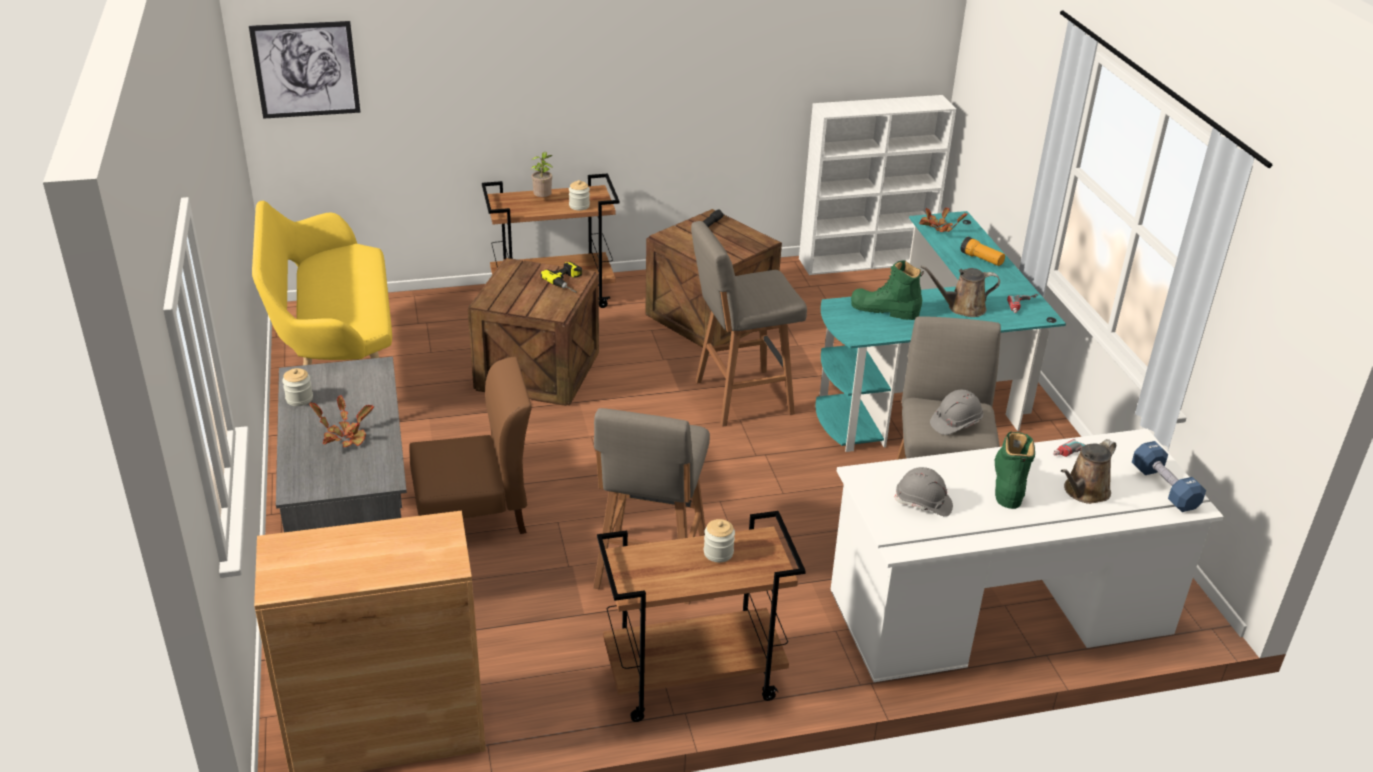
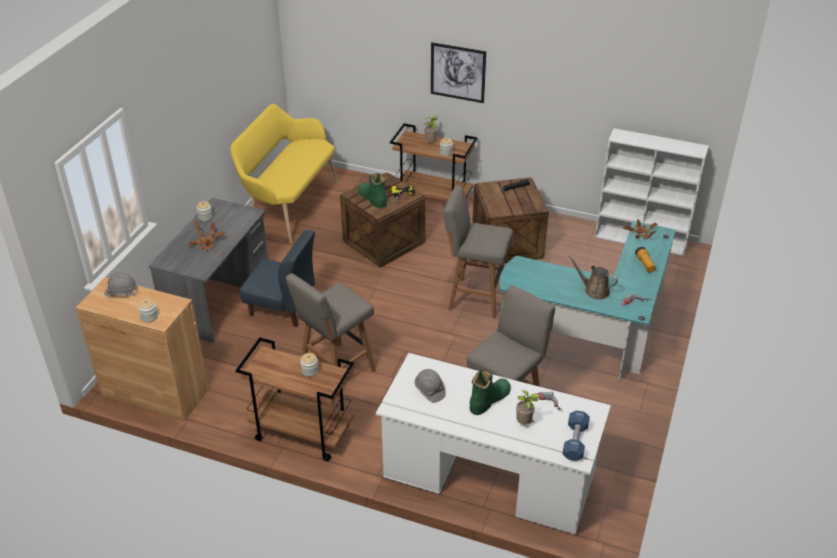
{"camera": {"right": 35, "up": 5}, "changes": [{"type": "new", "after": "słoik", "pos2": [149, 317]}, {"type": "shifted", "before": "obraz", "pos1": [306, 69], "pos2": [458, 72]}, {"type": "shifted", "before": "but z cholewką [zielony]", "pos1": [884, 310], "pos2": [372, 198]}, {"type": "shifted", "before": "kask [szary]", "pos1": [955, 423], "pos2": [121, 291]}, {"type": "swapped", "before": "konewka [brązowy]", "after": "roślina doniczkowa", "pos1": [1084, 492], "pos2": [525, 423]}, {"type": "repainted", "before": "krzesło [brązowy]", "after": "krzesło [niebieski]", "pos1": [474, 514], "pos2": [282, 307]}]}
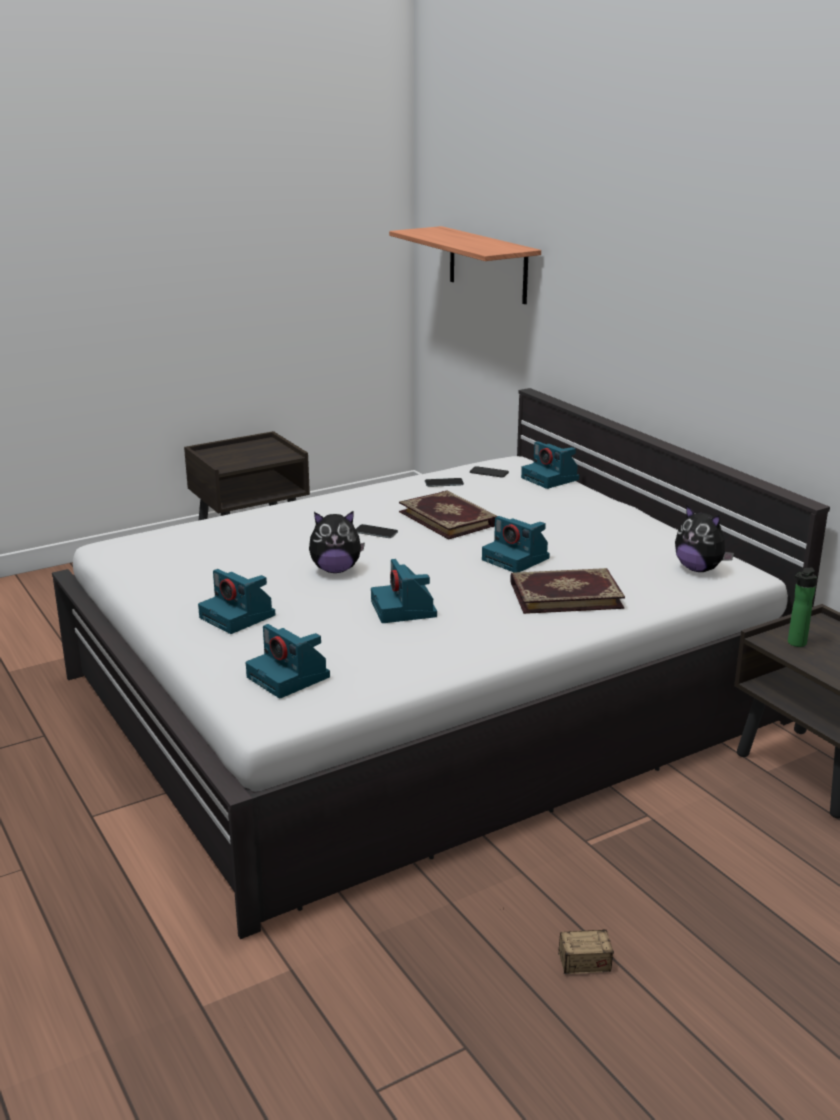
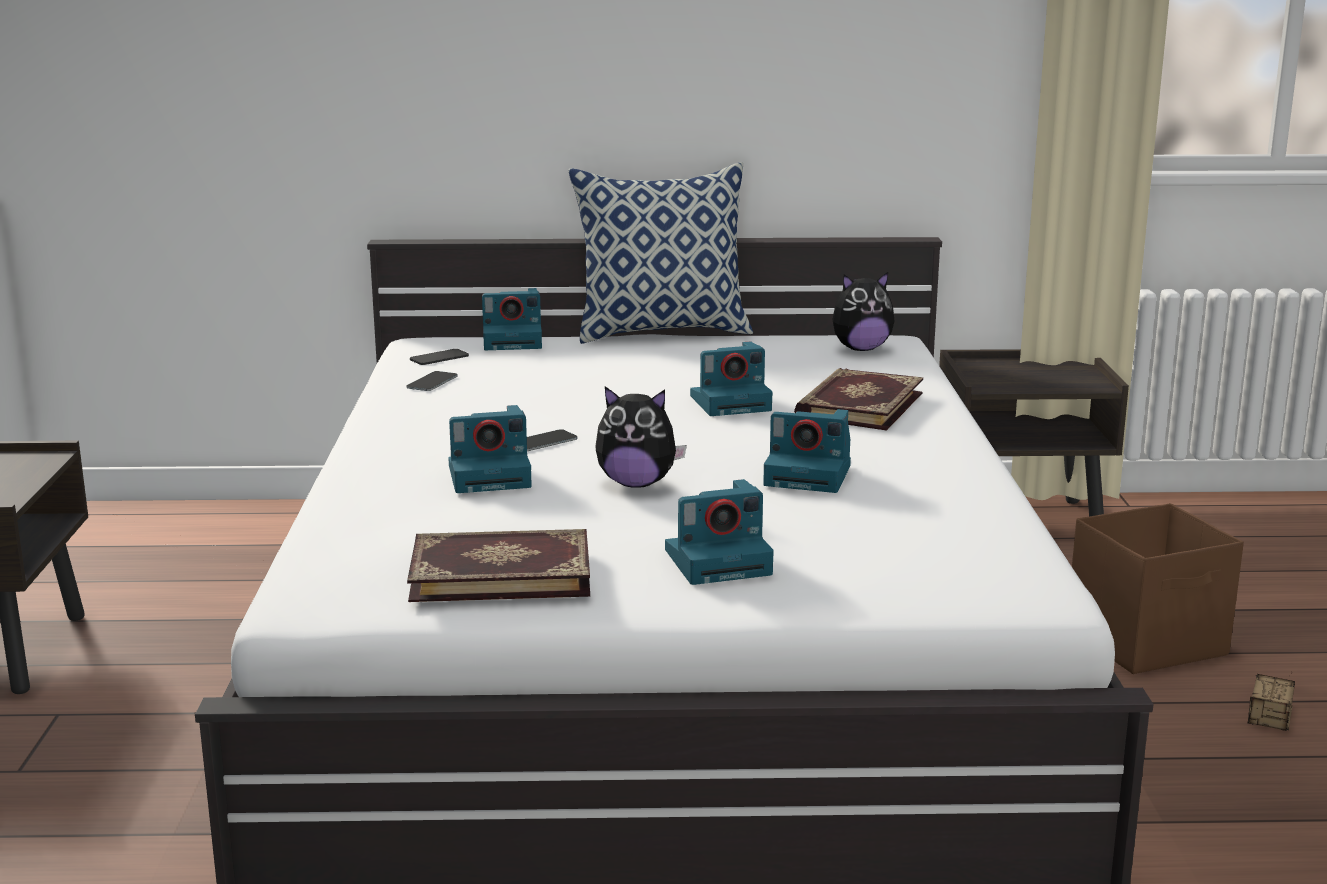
{"camera": {"right": -60, "up": -5}, "changes": [{"type": "gone", "before": "półka", "pos1": [488, 265]}, {"type": "gone", "before": "butelka", "pos1": [795, 644]}, {"type": "new", "after": "poduszka", "pos2": [662, 331]}, {"type": "new", "after": "pojemnik do przechowywania [brązowy]", "pos2": [1148, 642]}, {"type": "shifted", "before": "aparat fotograficzny", "pos1": [290, 677], "pos2": [491, 476]}, {"type": "shifted", "before": "książka", "pos1": [449, 518], "pos2": [501, 571]}, {"type": "rotated", "before": "pluszak", "pos1": [335, 570], "pos2": [637, 483], "turn": 75}]}
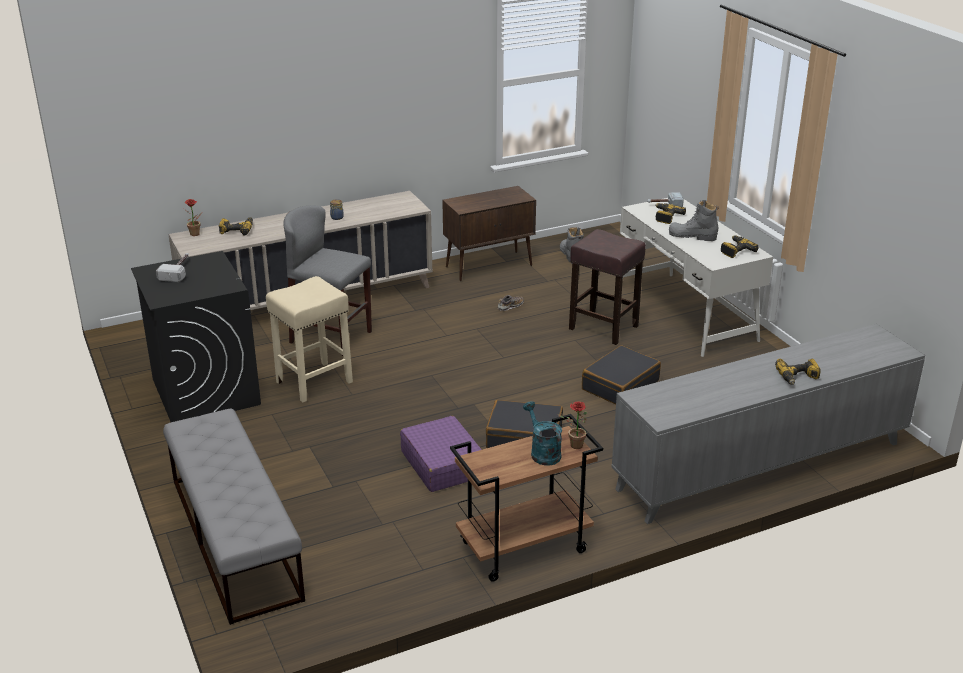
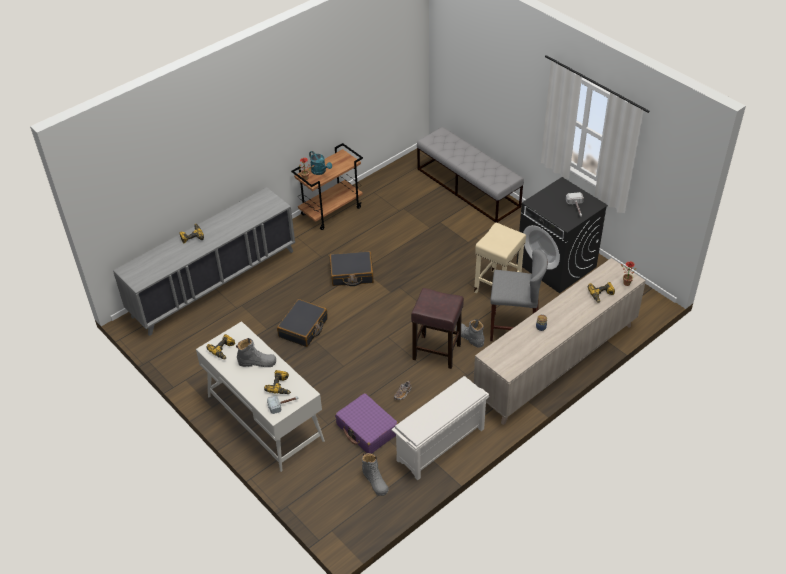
{"camera": {"right": 165, "up": 15}, "changes": [{"type": "new", "after": "but z cholewką [szary]", "pos2": [469, 337]}, {"type": "shifted", "before": "walizka [fioletowy]", "pos1": [443, 464], "pos2": [367, 429]}, {"type": "shifted", "before": "stołek [brązowy]", "pos1": [602, 327], "pos2": [437, 352]}, {"type": "swapped", "before": "szafka [brązowy]", "after": "regał na buty [biały]", "pos1": [489, 266], "pos2": [440, 445]}]}
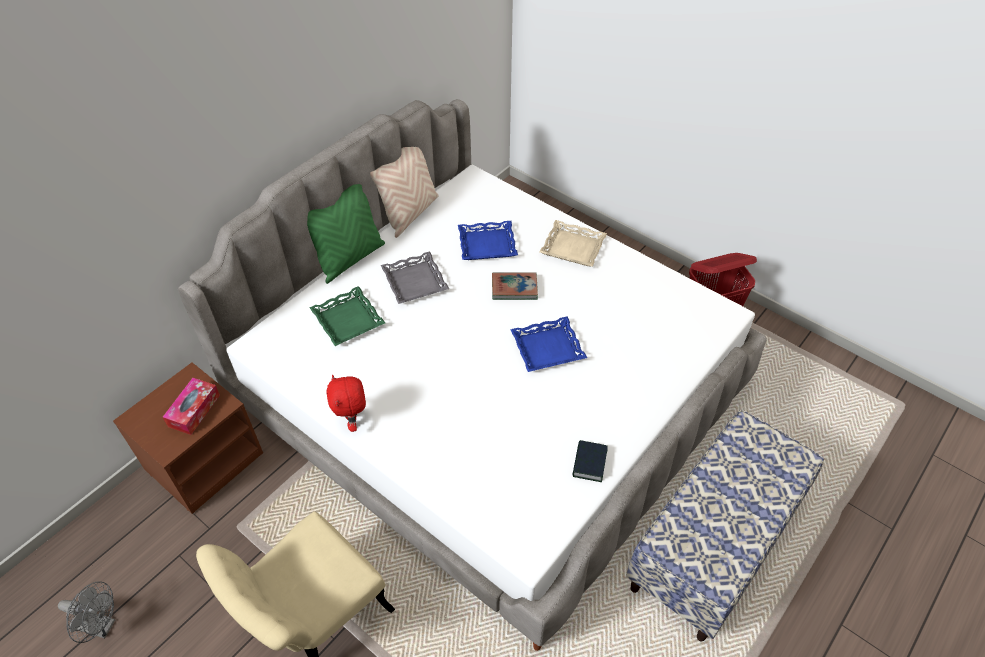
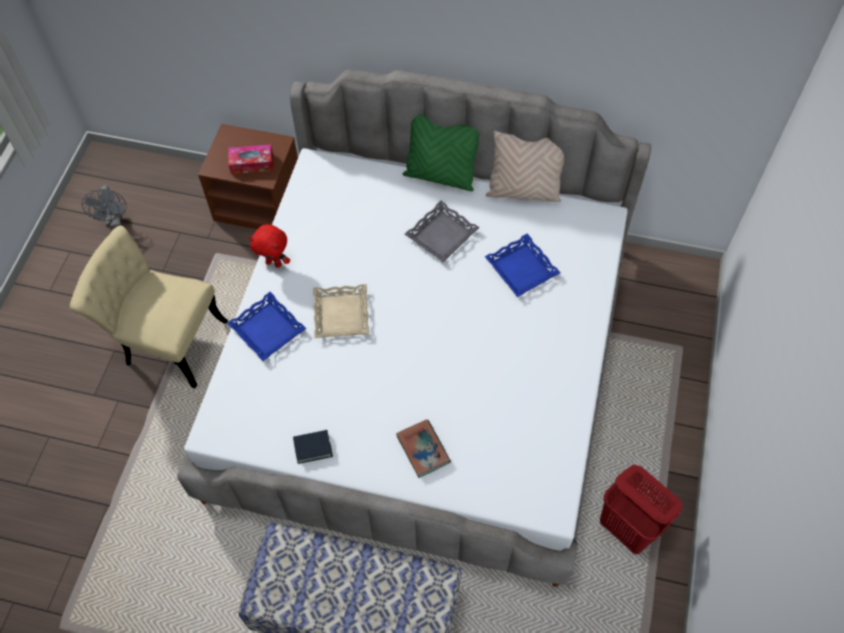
{"camera": {"right": 65, "up": 10}, "changes": [{"type": "gone", "before": "taca [zielony]", "pos1": [348, 320]}, {"type": "shifted", "before": "książka", "pos1": [514, 288], "pos2": [423, 449]}, {"type": "shifted", "before": "taca [niebieski]", "pos1": [547, 349], "pos2": [267, 329]}, {"type": "shifted", "before": "taca [beżowy]", "pos1": [572, 248], "pos2": [340, 314]}, {"type": "rotated", "before": "pluszak [czerwony]", "pos1": [353, 421], "pos2": [274, 263], "turn": -120}]}
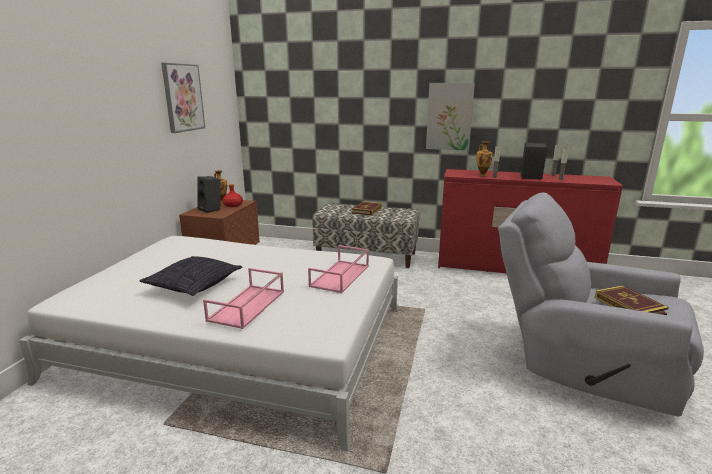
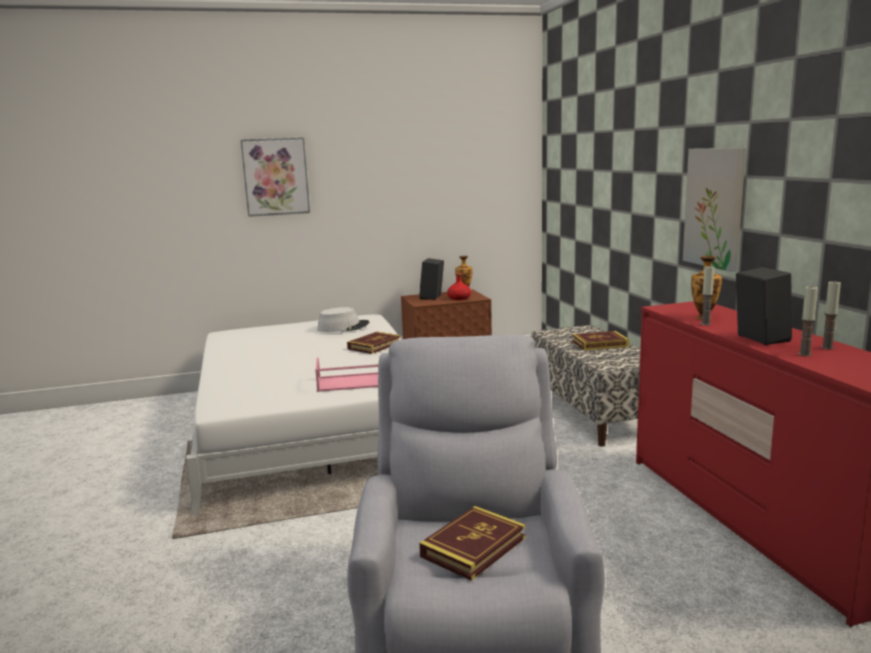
{"camera": {"right": 60, "up": -5}, "changes": [{"type": "gone", "before": "poduszka", "pos1": [194, 285]}, {"type": "gone", "before": "taca [różowy]", "pos1": [247, 306]}, {"type": "new", "after": "kapelusz [szary]", "pos2": [343, 327]}, {"type": "new", "after": "książka", "pos2": [374, 346]}, {"type": "shifted", "before": "obraz", "pos1": [183, 97], "pos2": [275, 177]}]}
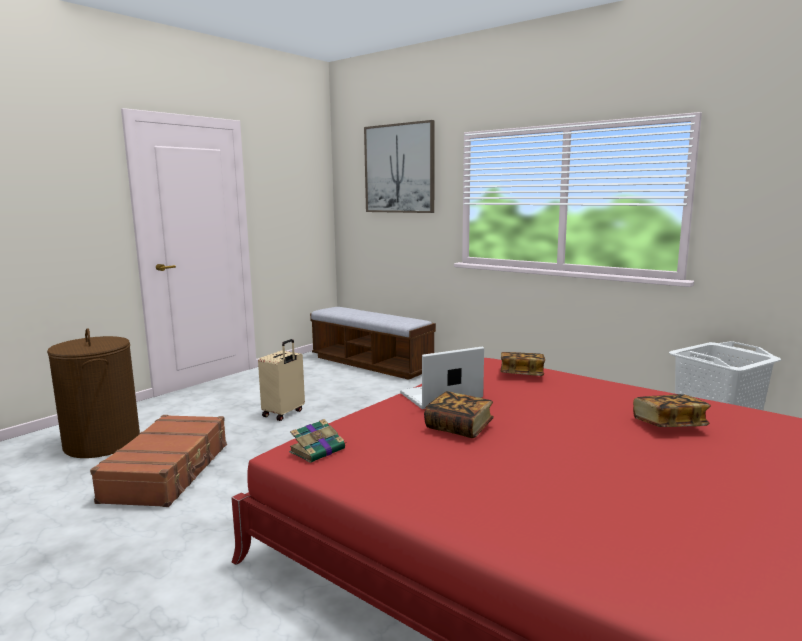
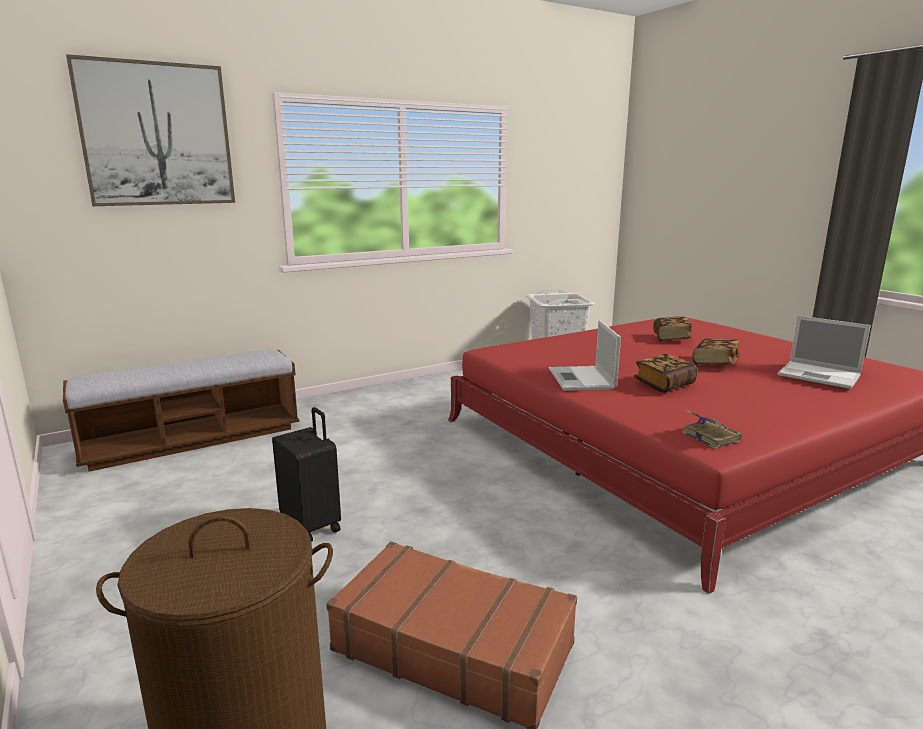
{"camera": {"right": -70, "up": 5}, "changes": [{"type": "new", "after": "laptop", "pos2": [820, 375]}, {"type": "shifted", "before": "książka", "pos1": [521, 374], "pos2": [714, 363]}, {"type": "repainted", "before": "walizka [beżowy]", "after": "walizka [czarny]", "pos1": [284, 413], "pos2": [312, 525]}]}
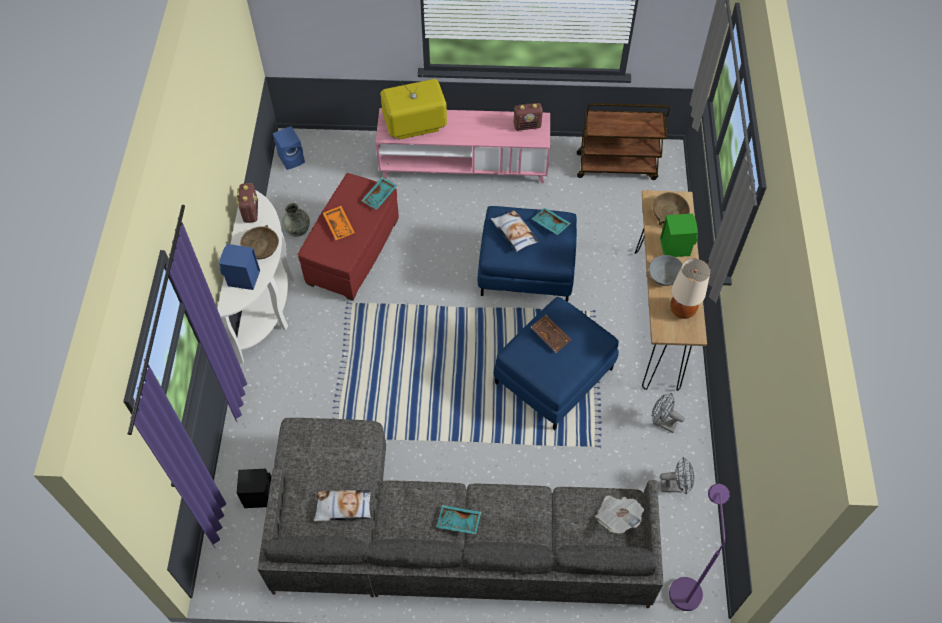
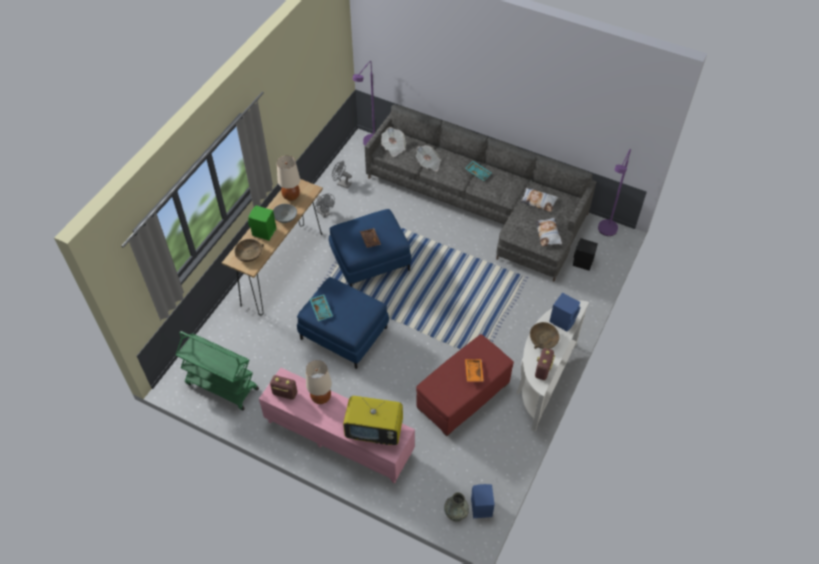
{"camera": {"right": -155, "up": -5}, "changes": [{"type": "gone", "before": "taca [turkusowy]", "pos1": [380, 196]}, {"type": "new", "after": "lampa stołowa [beżowy]", "pos2": [321, 397]}, {"type": "new", "after": "gazeta", "pos2": [428, 163]}, {"type": "new", "after": "lampa stojąca [fioletowy]", "pos2": [605, 232]}, {"type": "shifted", "before": "wazon [szary]", "pos1": [297, 227], "pos2": [456, 512]}, {"type": "shifted", "before": "poduszka", "pos1": [514, 233], "pos2": [548, 234]}, {"type": "repainted", "before": "wózek [brązowy]", "after": "wózek [zielony]", "pos1": [617, 166], "pos2": [221, 386]}]}
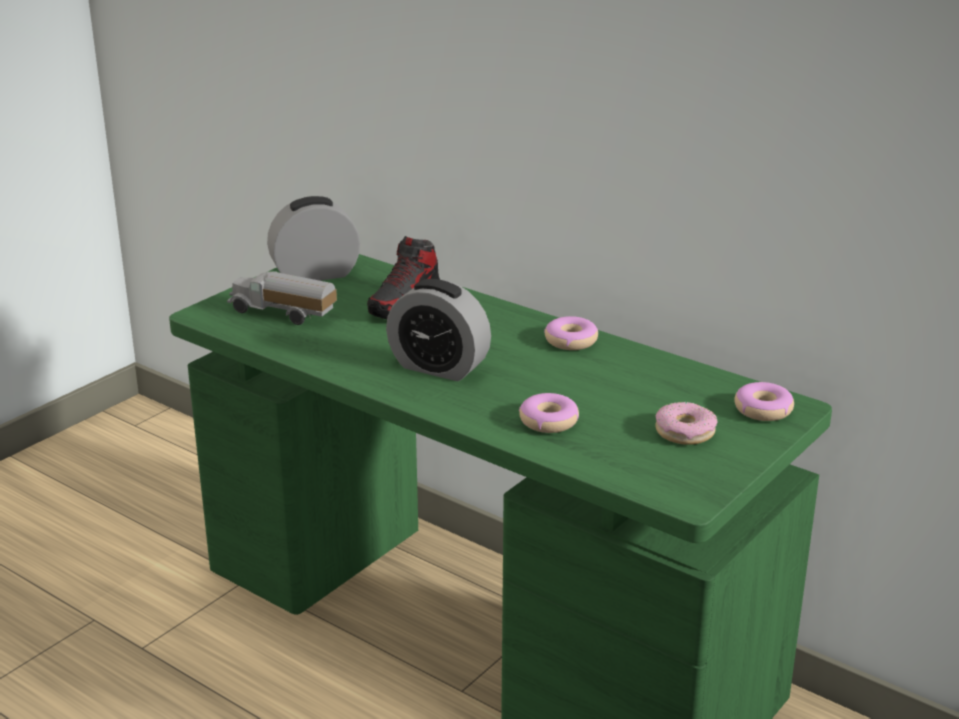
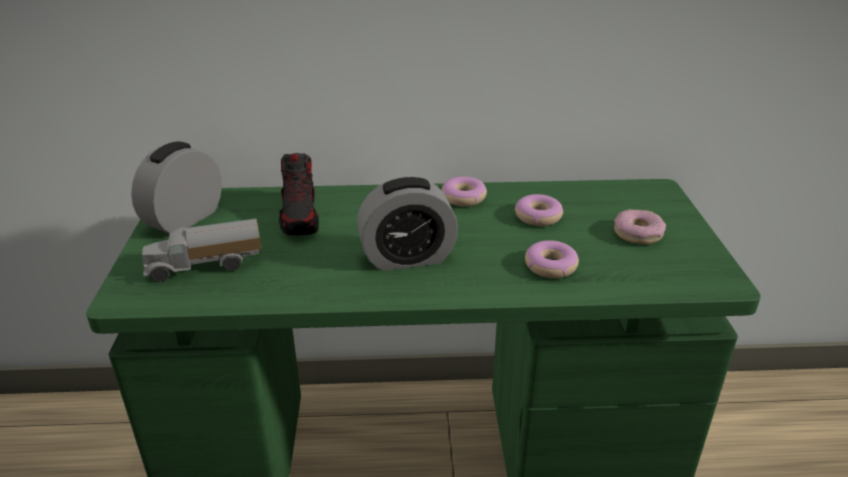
{"camera": {"right": -40, "up": 5}, "changes": [{"type": "shifted", "before": "donut", "pos1": [763, 409], "pos2": [538, 216]}]}
